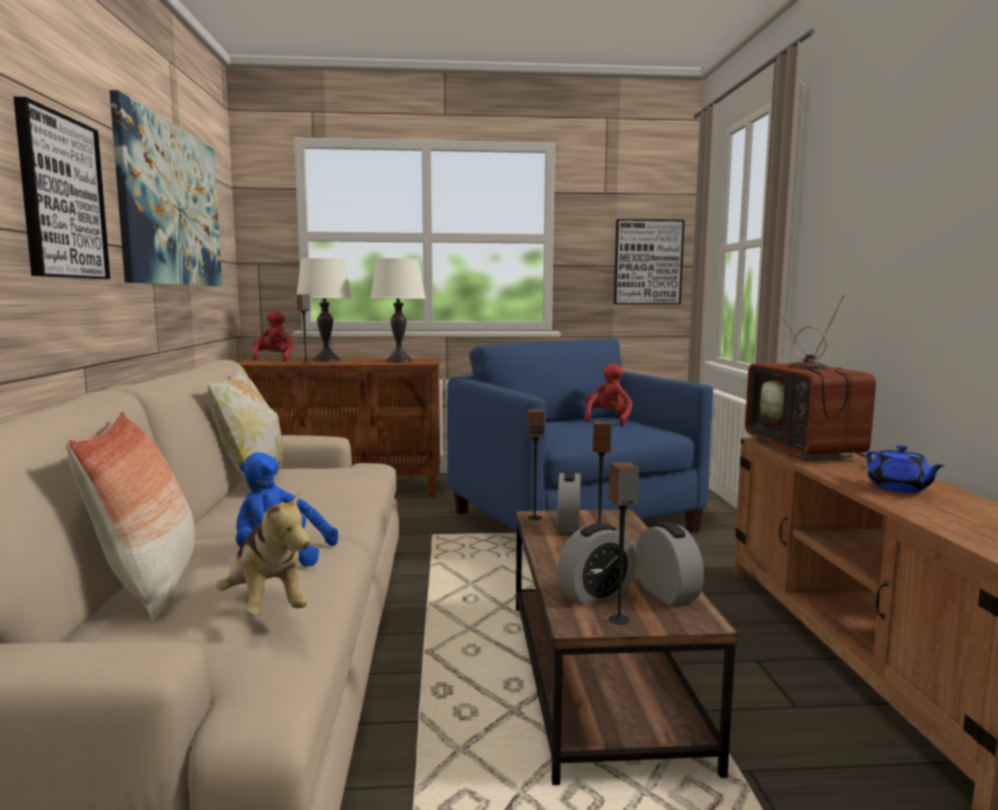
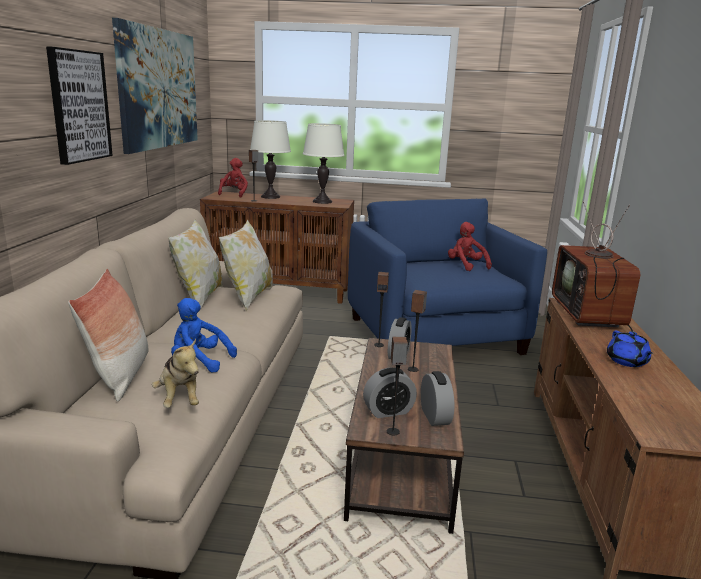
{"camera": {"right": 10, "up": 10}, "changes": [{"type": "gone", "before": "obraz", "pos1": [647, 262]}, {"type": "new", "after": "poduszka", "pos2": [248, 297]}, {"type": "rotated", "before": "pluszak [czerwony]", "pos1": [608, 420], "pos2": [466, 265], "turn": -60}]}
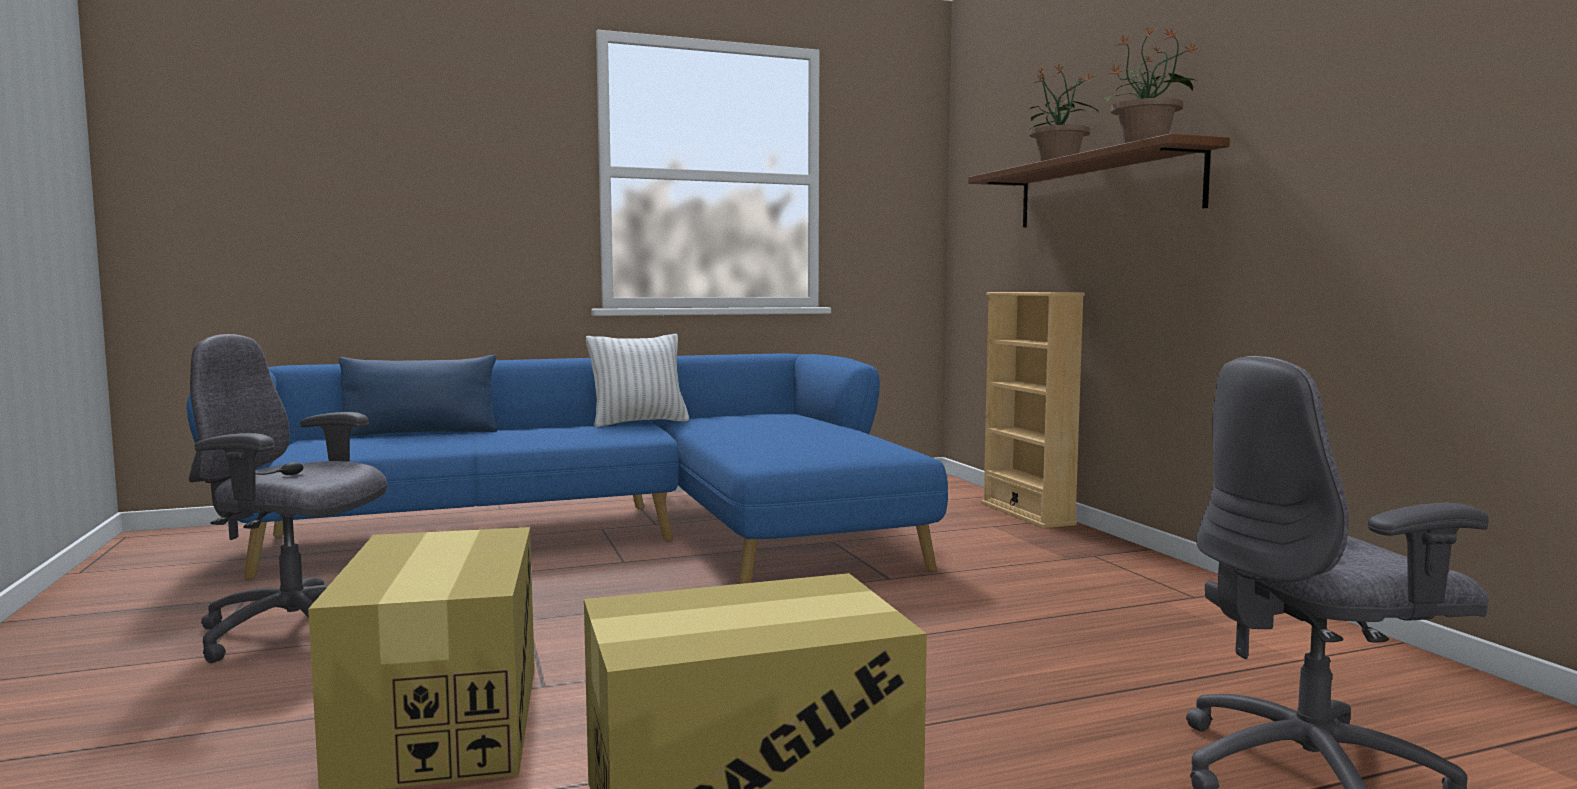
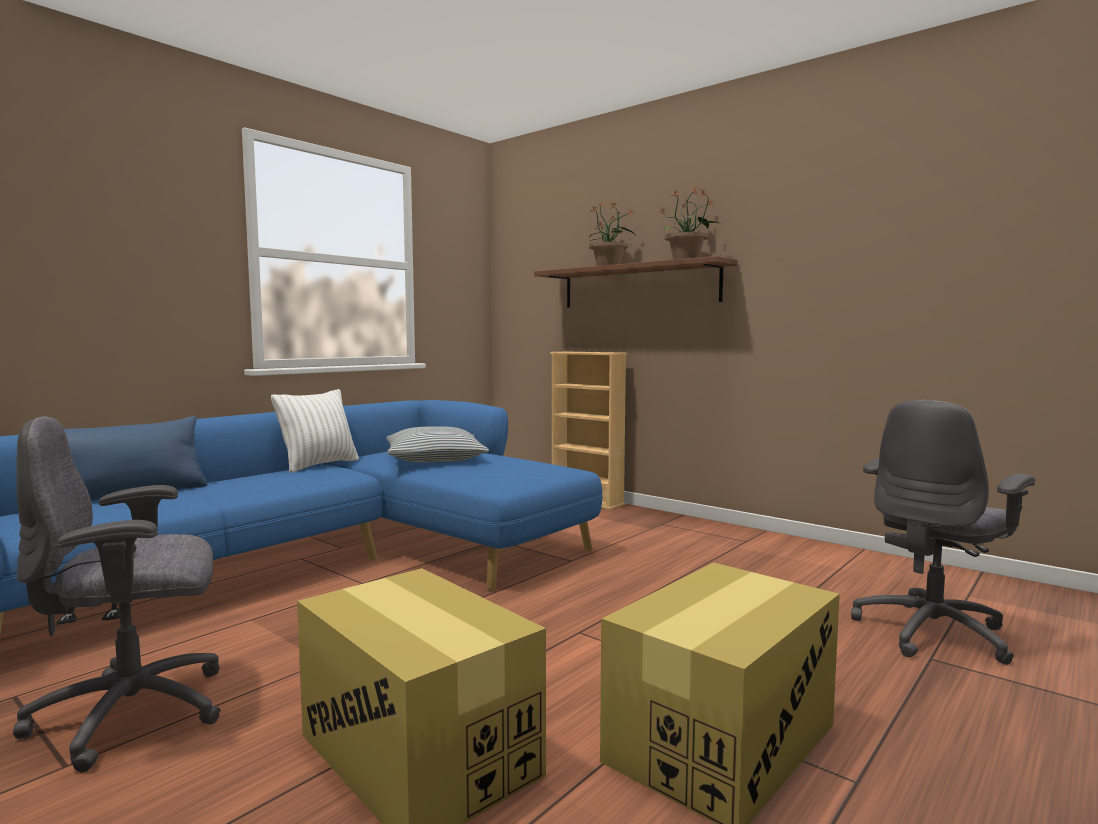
{"camera": {"right": -30, "up": 0}, "changes": [{"type": "new", "after": "poduszka", "pos2": [434, 458]}]}
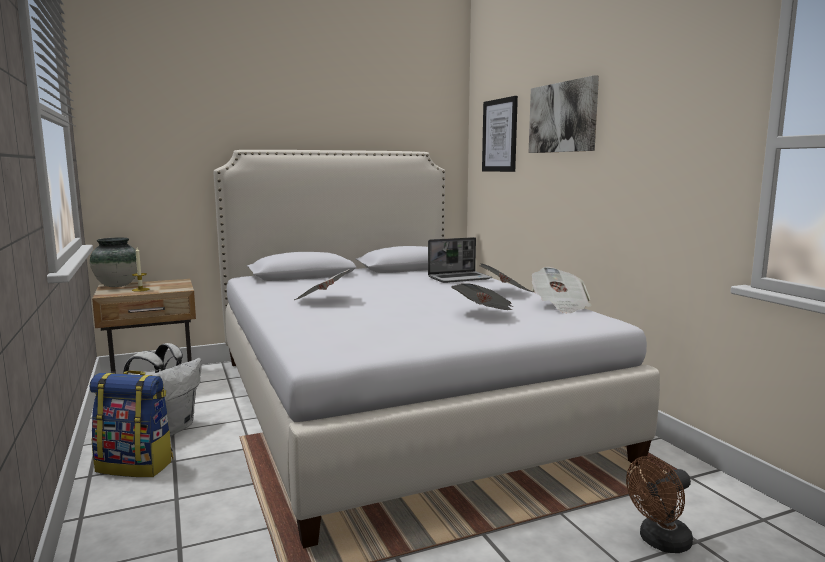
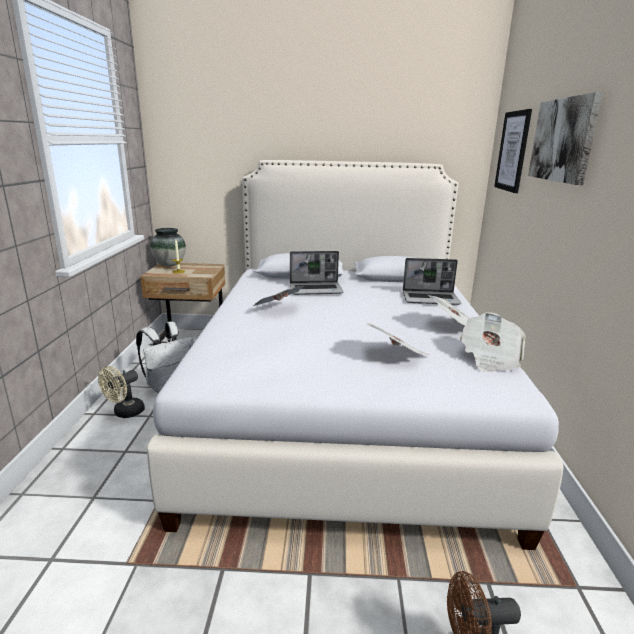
{"camera": {"right": 25, "up": 10}, "changes": [{"type": "new", "after": "laptop", "pos2": [316, 289]}, {"type": "swapped", "before": "plecak", "after": "wentylator [beżowy]", "pos1": [136, 465], "pos2": [125, 413]}]}
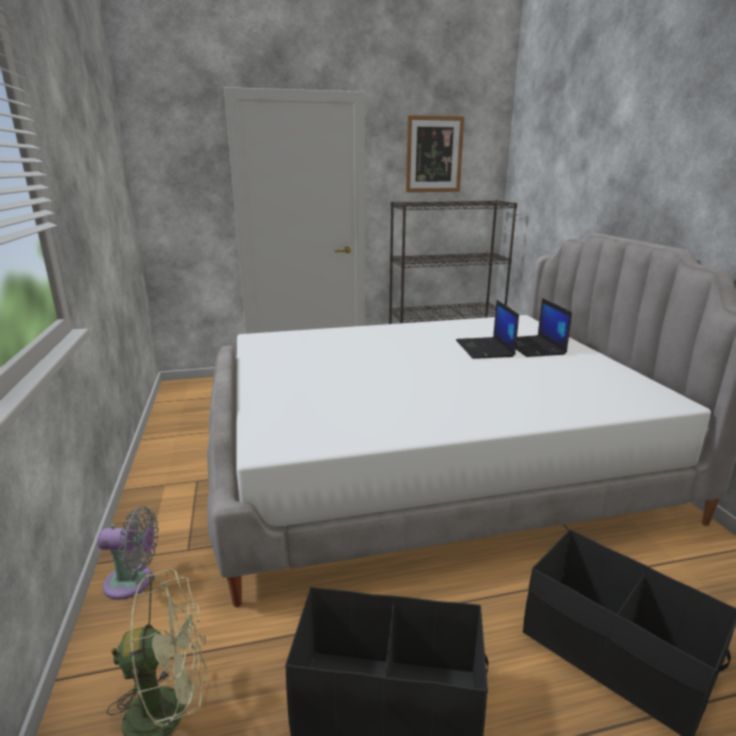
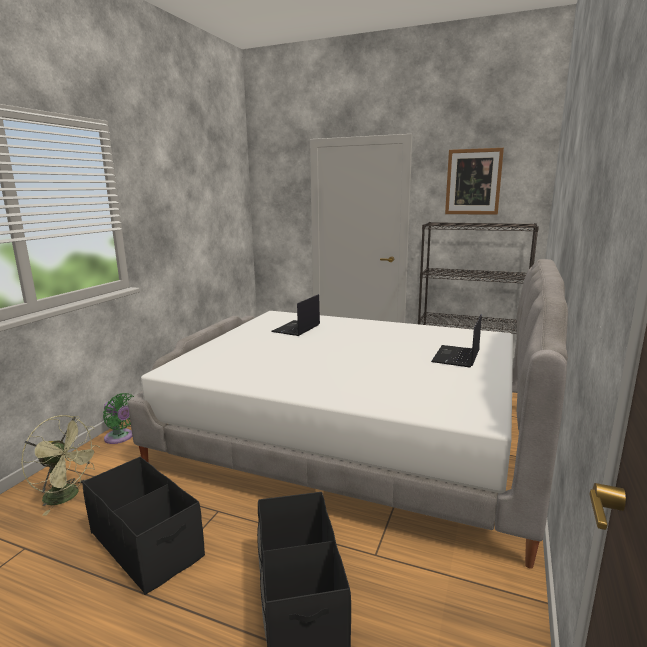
{"camera": {"right": 35, "up": -5}, "changes": [{"type": "shifted", "before": "laptop", "pos1": [485, 349], "pos2": [296, 328]}, {"type": "repainted", "before": "wentylator [szary]", "after": "wentylator [zielony]", "pos1": [133, 582], "pos2": [120, 438]}]}
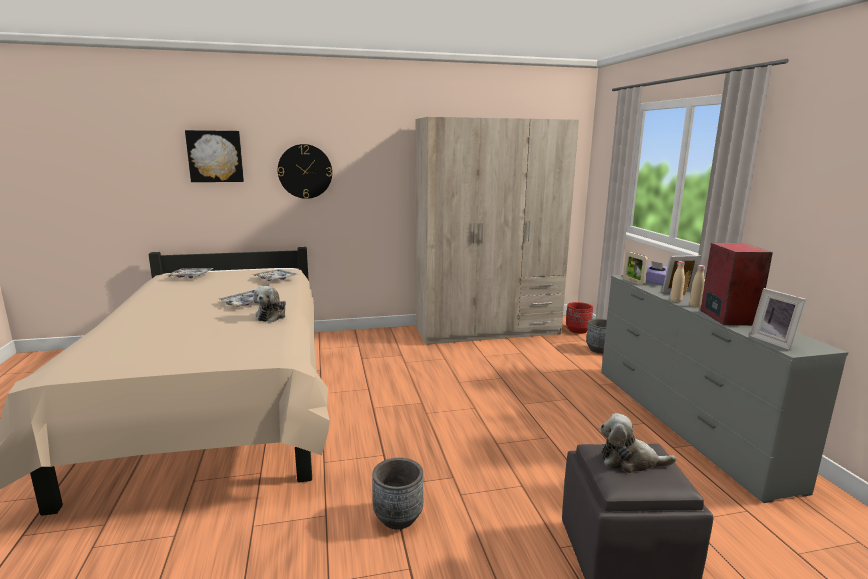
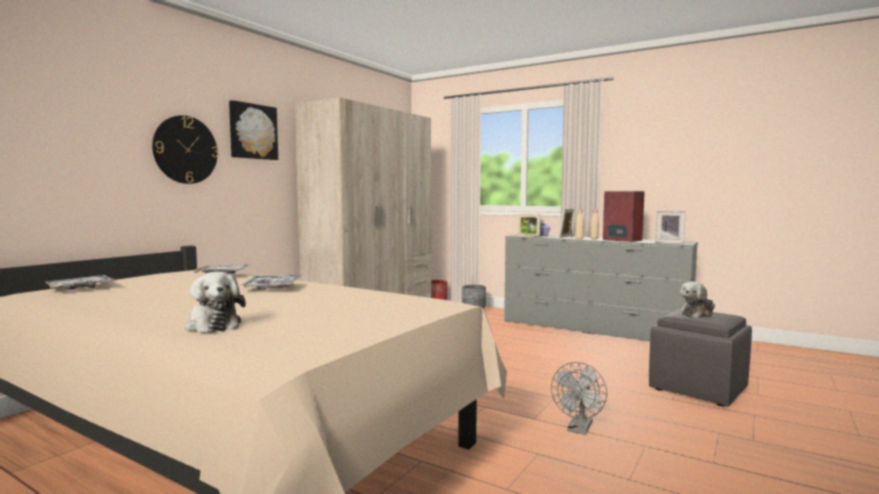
{"camera": {"right": -45, "up": -10}, "changes": [{"type": "shifted", "before": "obraz", "pos1": [215, 156], "pos2": [252, 131]}, {"type": "shifted", "before": "pluszak", "pos1": [272, 315], "pos2": [213, 325]}, {"type": "swapped", "before": "donica [szary]", "after": "wentylator [szary]", "pos1": [398, 517], "pos2": [579, 429]}]}
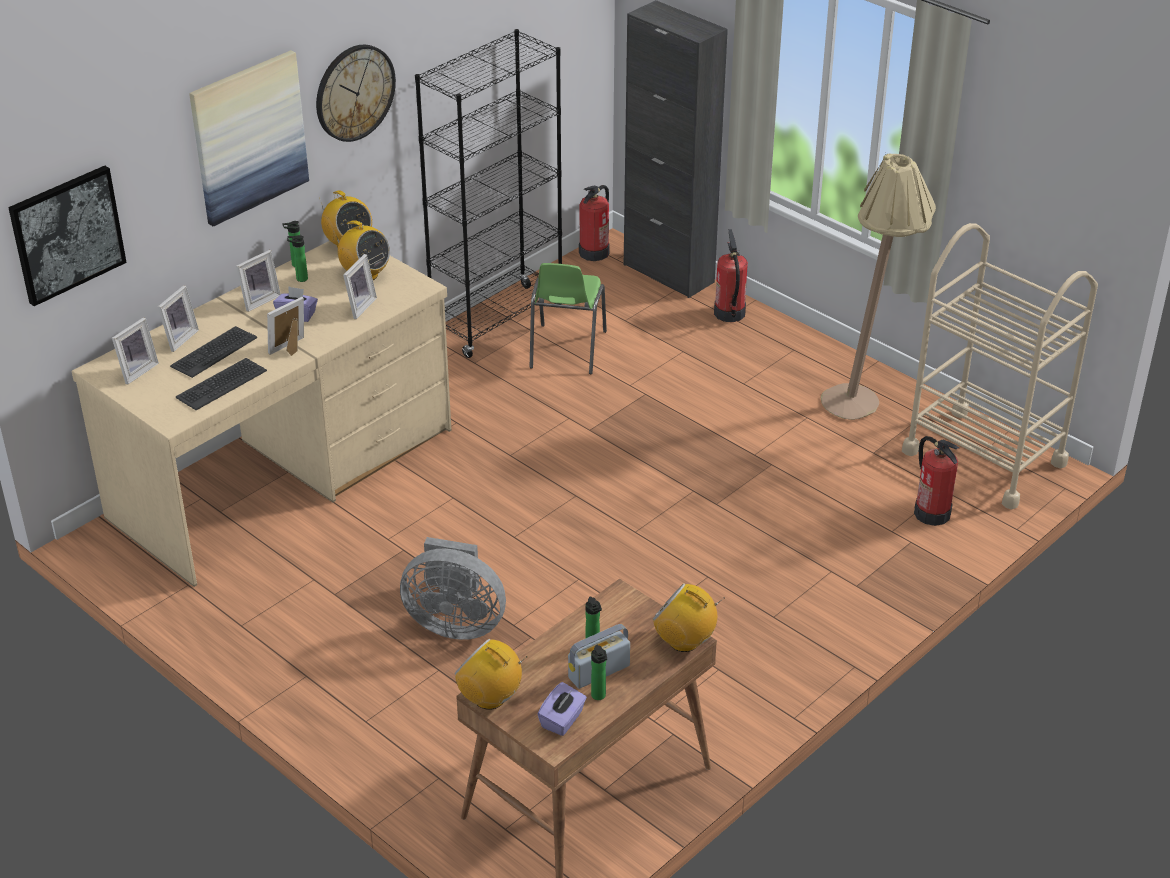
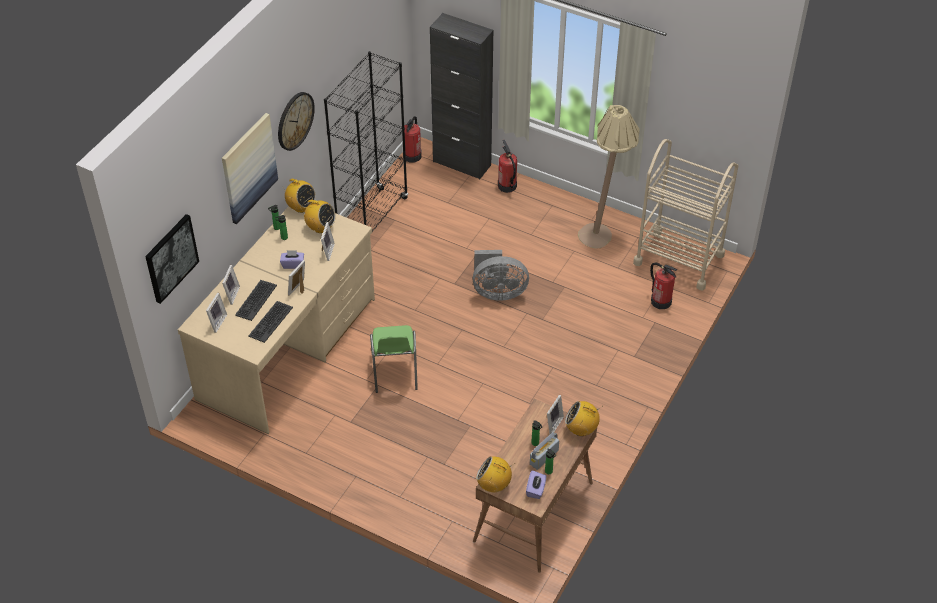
{"camera": {"right": -15, "up": 10}, "changes": [{"type": "shifted", "before": "ramka na zdjęcie", "pos1": [259, 300], "pos2": [552, 424]}, {"type": "shifted", "before": "wentylator [szary]", "pos1": [455, 623], "pos2": [497, 292]}, {"type": "shifted", "before": "krzesło [zielony]", "pos1": [566, 350], "pos2": [394, 372]}]}
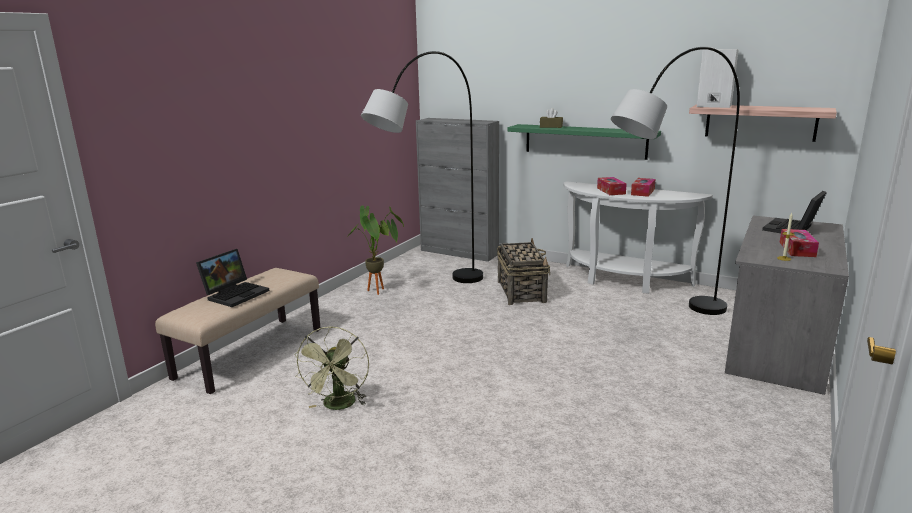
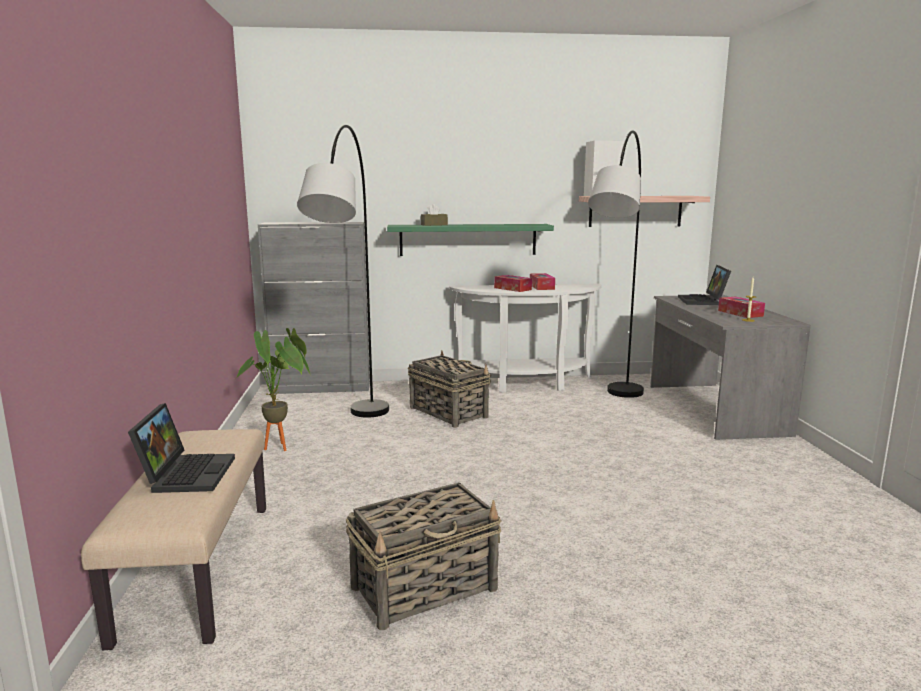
{"camera": {"right": -35, "up": -5}, "changes": [{"type": "swapped", "before": "wentylator [zielony]", "after": "koszyk", "pos1": [339, 406], "pos2": [426, 588]}]}
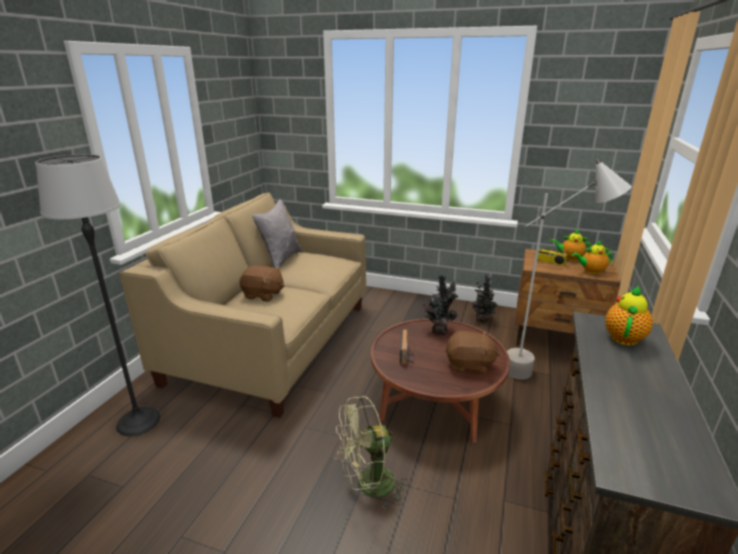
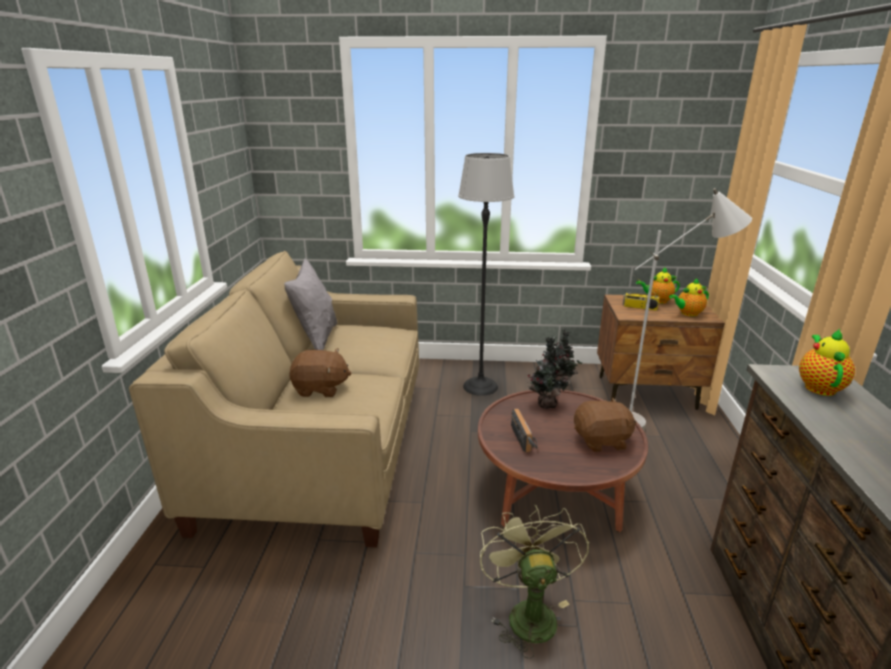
{"camera": {"right": -15, "up": 0}, "changes": [{"type": "shifted", "before": "lampa stojąca", "pos1": [138, 421], "pos2": [480, 386]}, {"type": "rotated", "before": "wentylator [zielony]", "pos1": [368, 486], "pos2": [527, 612], "turn": 120}]}
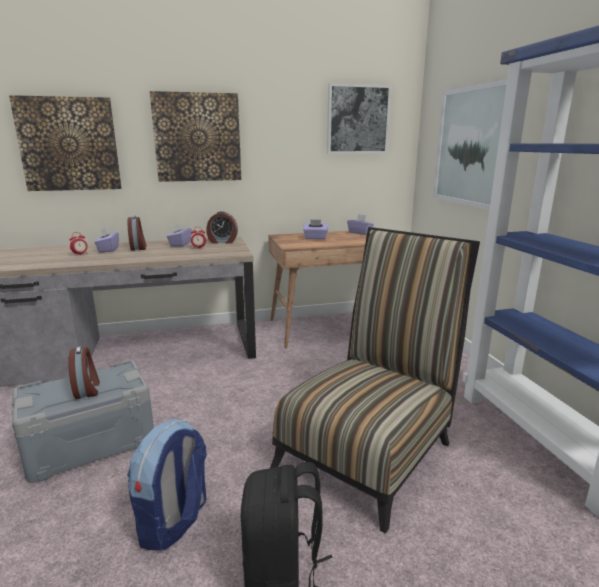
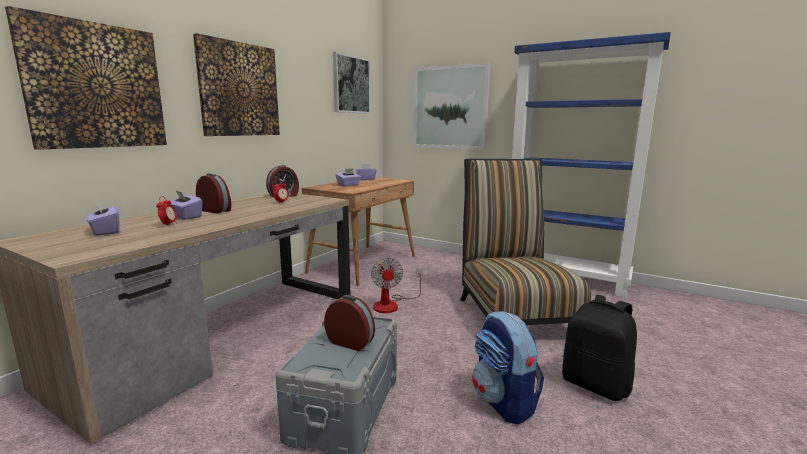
{"camera": {"right": -45, "up": -5}, "changes": [{"type": "new", "after": "wentylator", "pos2": [392, 304]}, {"type": "shifted", "before": "pudełko chusteczek [fioletowy]", "pos1": [180, 244], "pos2": [105, 231]}]}
